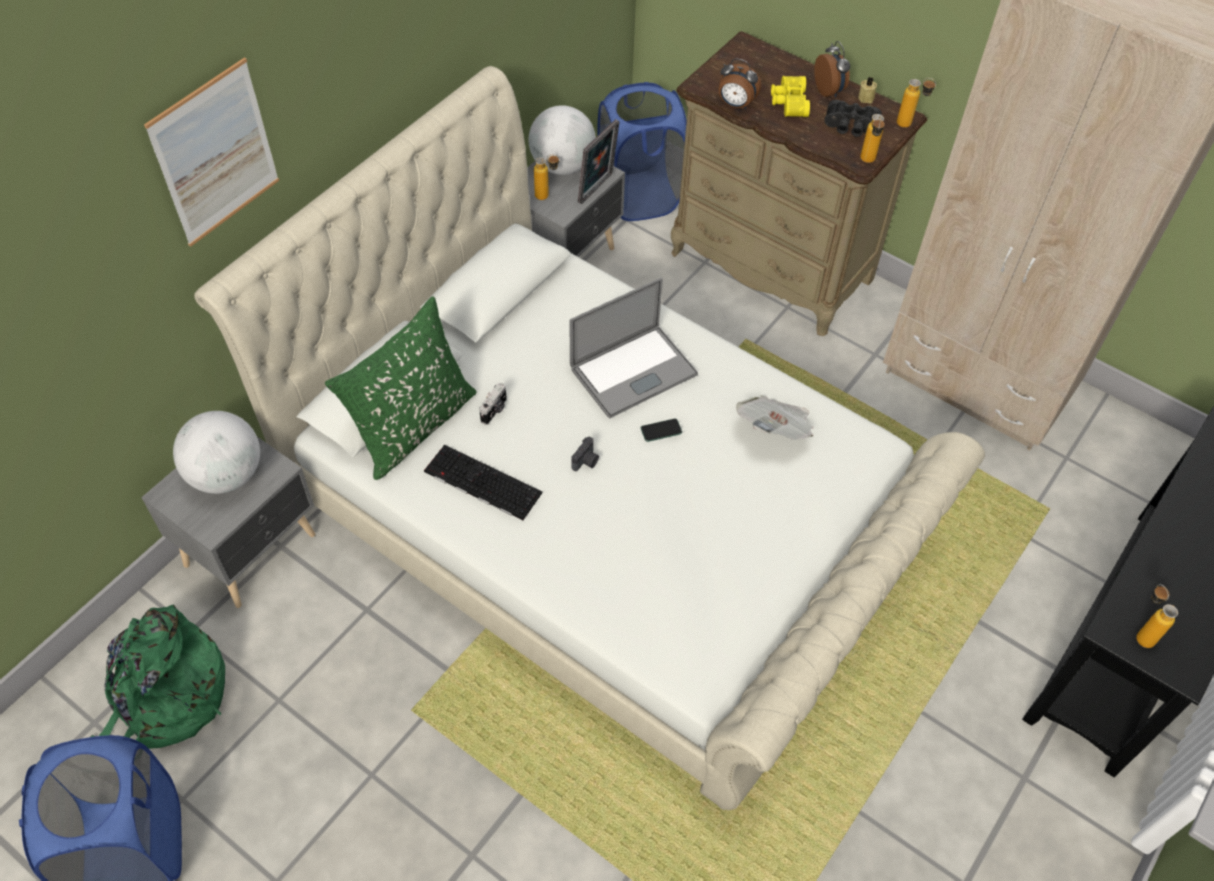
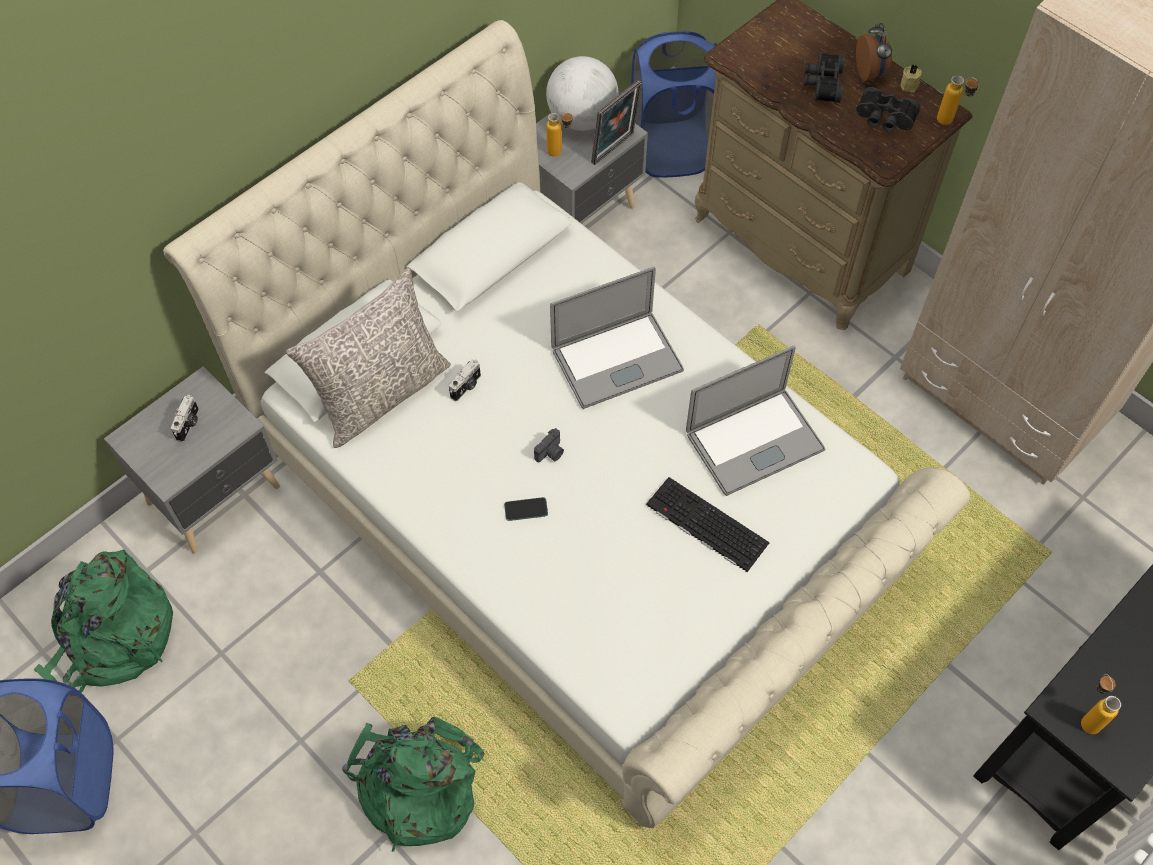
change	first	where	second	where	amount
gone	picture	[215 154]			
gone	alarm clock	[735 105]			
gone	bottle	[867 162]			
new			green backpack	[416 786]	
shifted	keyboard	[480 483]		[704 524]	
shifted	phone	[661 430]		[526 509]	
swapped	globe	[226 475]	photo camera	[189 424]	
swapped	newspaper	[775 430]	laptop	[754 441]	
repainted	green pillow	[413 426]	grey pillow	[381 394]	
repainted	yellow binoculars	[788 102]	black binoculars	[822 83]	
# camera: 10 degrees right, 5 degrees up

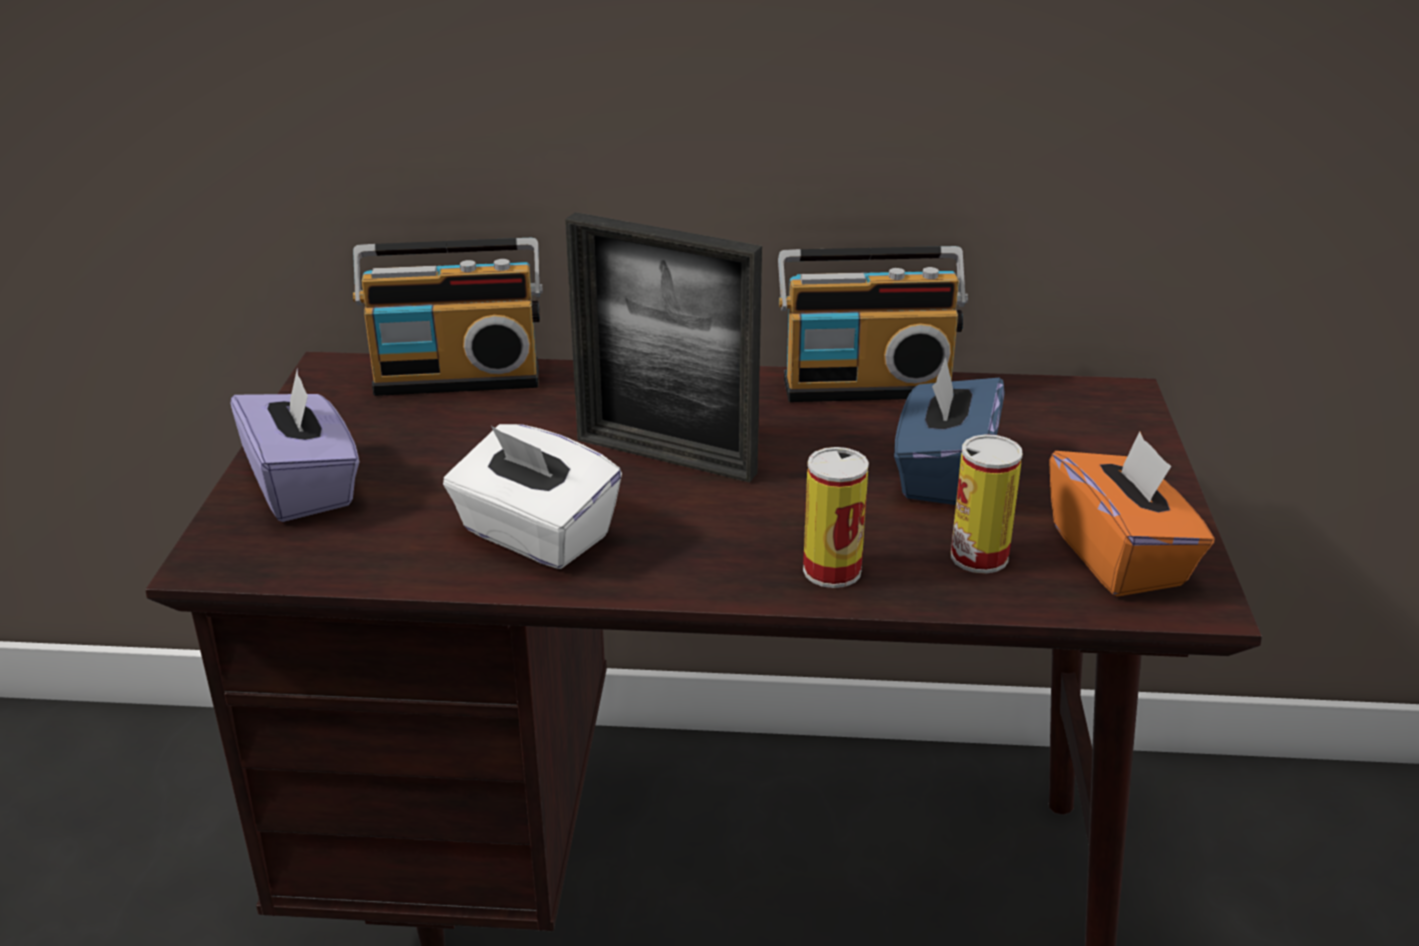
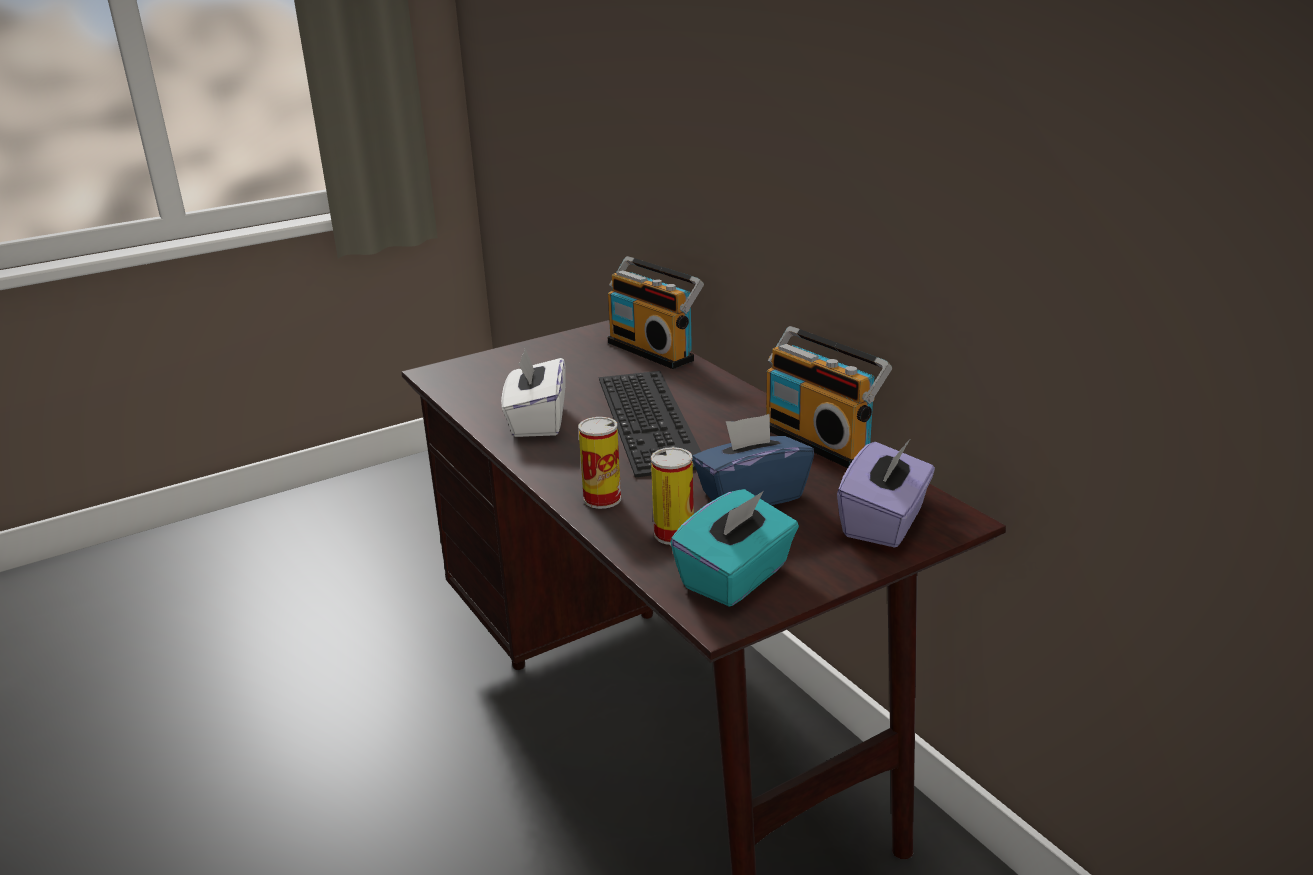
change	first	where	second	where	amount
shifted	purple tissue box	[304 486]		[885 522]	
swapped	picture frame	[665 456]	keyboard	[653 421]	
repainted	orange tissue box	[1119 557]	turquoise tissue box	[736 577]	
# camera: 55 degrees right, 5 degrees down

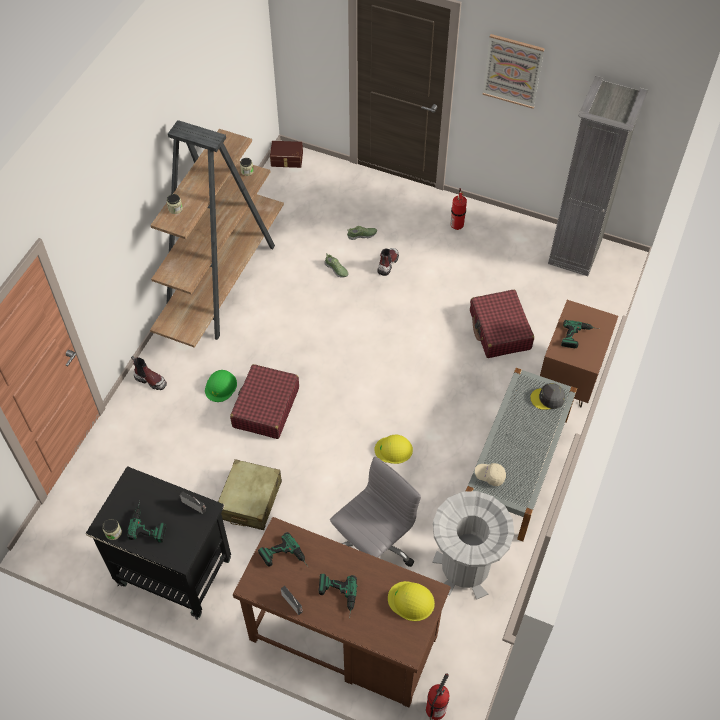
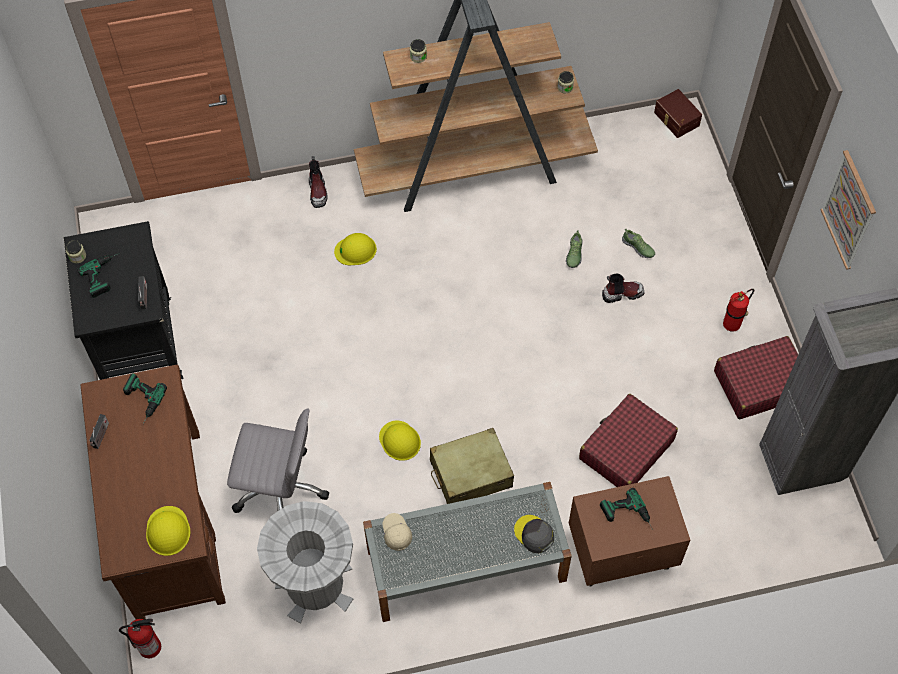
change	first	where	second	where	amount
gone	power drill	[337 598]			
shifted	beige suitcase	[250 500]		[470 473]	
shifted	red suitcase	[265 407]		[760 384]	
repainted	green hard hat	[221 386]	yellow hard hat	[355 250]	
# camera: 55 degrees right, 5 degrees up

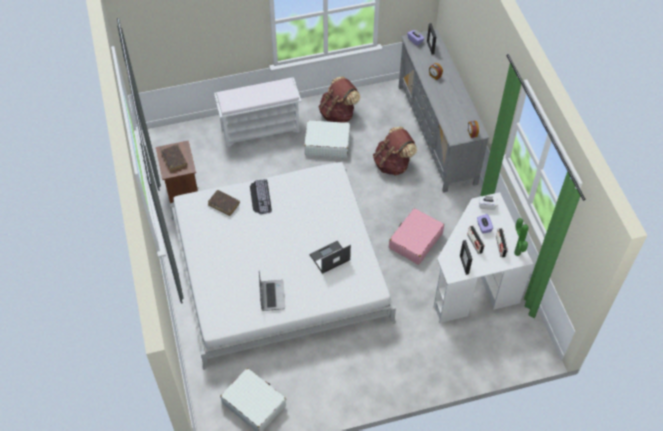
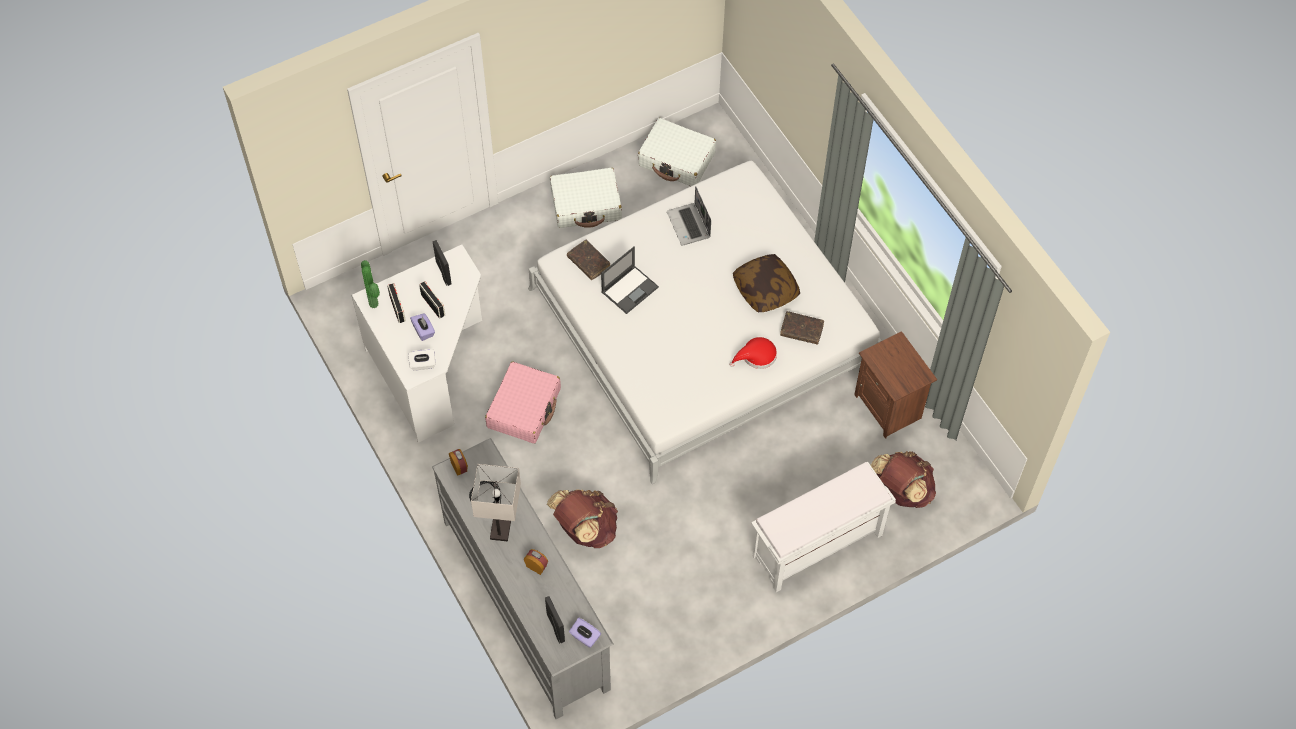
change	first	where	second	where	amount
new			table lamp	[495 514]	
new			pillow	[765 289]	
shifted	brown book	[174 160]		[588 262]	
shifted	white suitcase	[327 143]		[586 205]	
shifted	brown backpack	[338 114]		[900 491]	
swapped	keyboard	[260 196]	red hat	[756 356]	
# camera: 165 degrees right, 5 degrees up

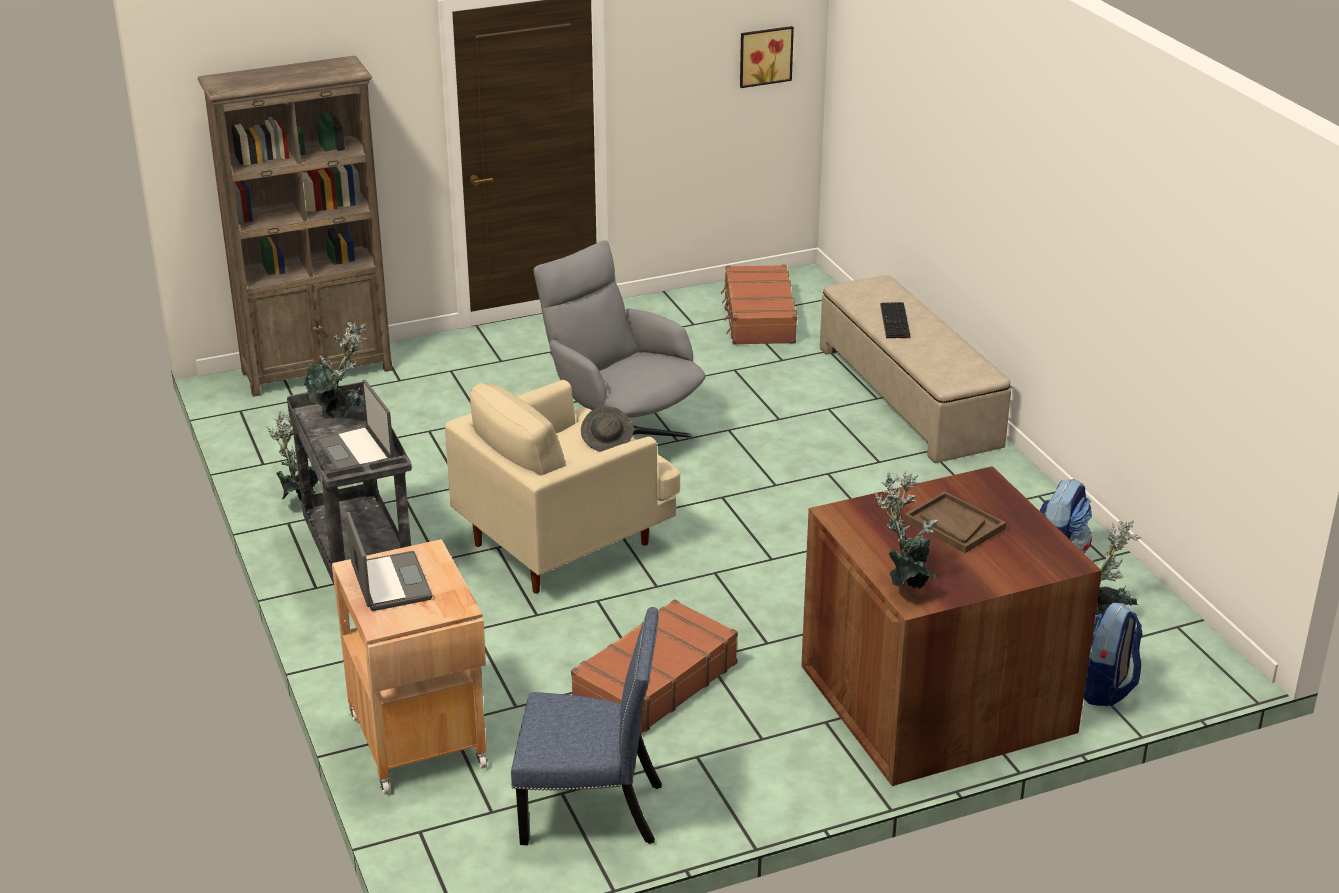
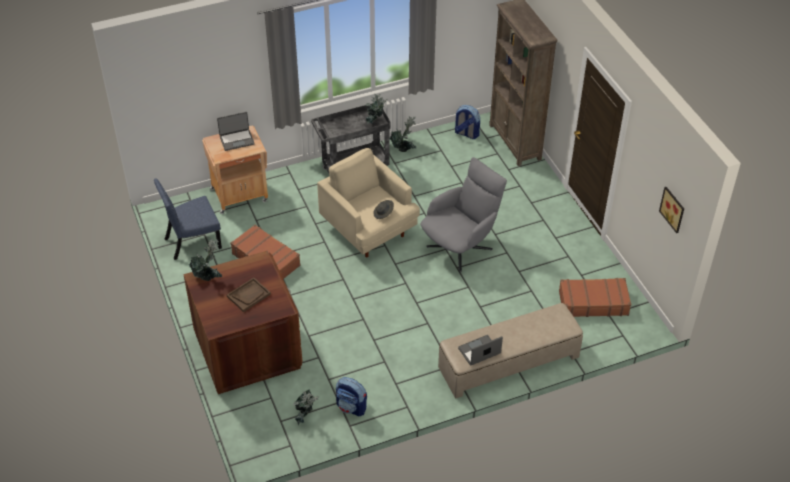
change	first	where	second	where	amount
gone	keyboard	[896 321]			
shifted	laptop	[357 452]		[479 352]	
shifted	backpack	[1105 688]		[466 133]	
rotated	blue chair	[589 810]		[193 242]	60 degrees clockwise
# camera: 90 degrees right, 15 degrees up

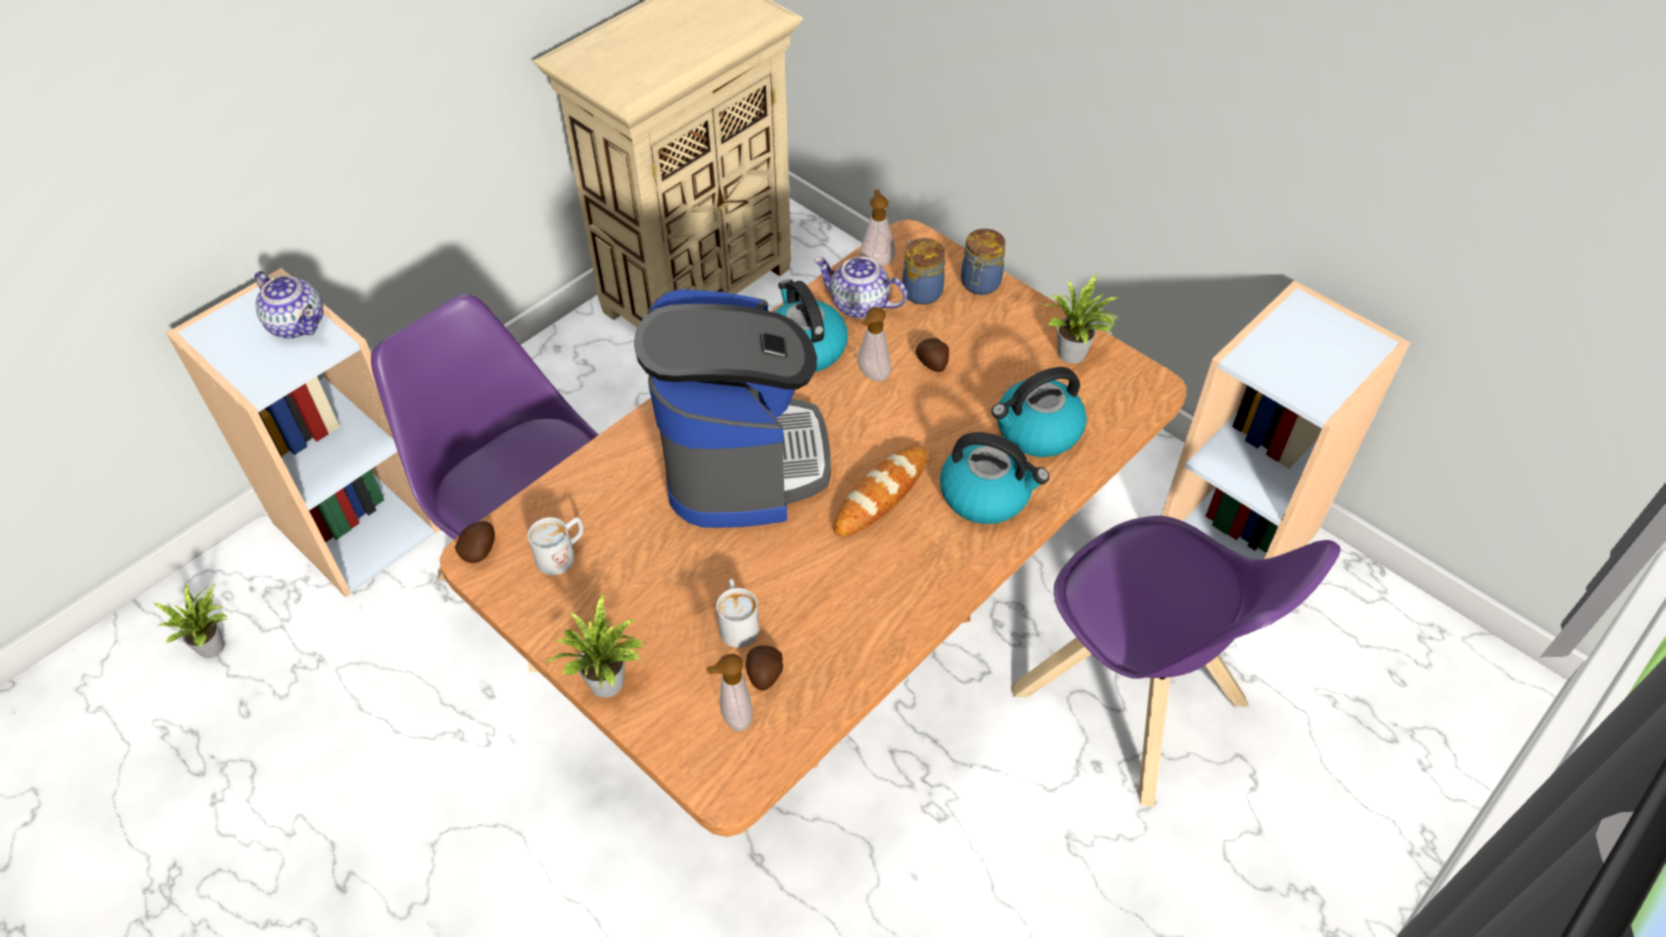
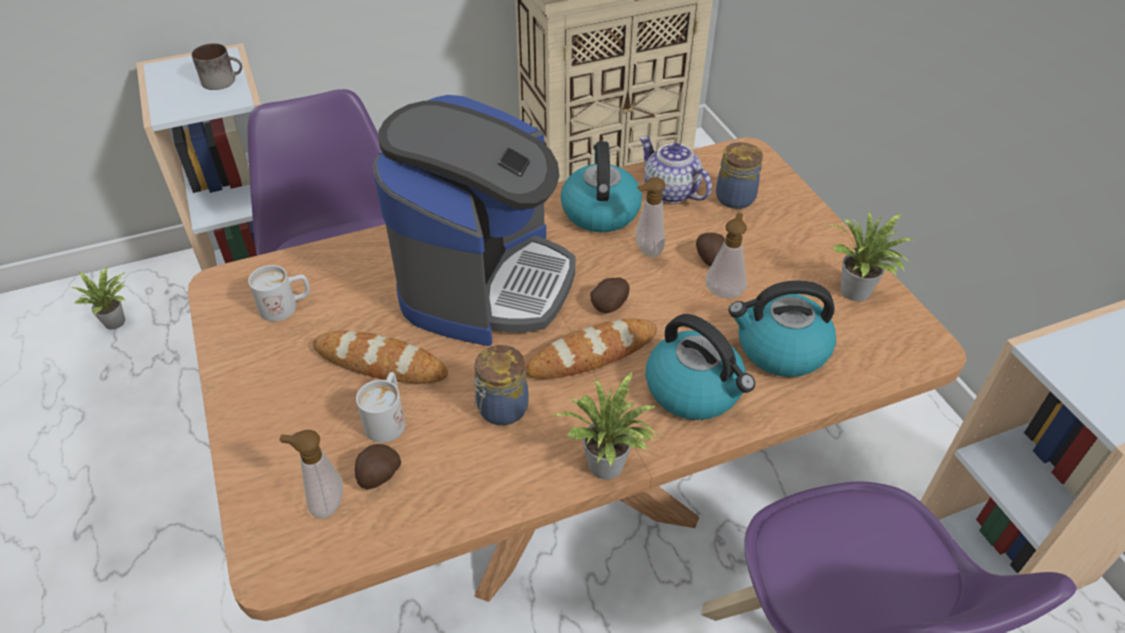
change	first	where	second	where	amount
new			bread	[380 362]	
shifted	potato	[480 550]		[610 305]	
shifted	potted plant	[610 685]		[608 468]	
shifted	soap dispenser	[876 261]		[724 291]	
shifted	jar	[980 284]		[501 409]	
swapped	teapot	[297 323]	mug	[223 80]	
# camera: 25 degrees right, 5 degrees down

